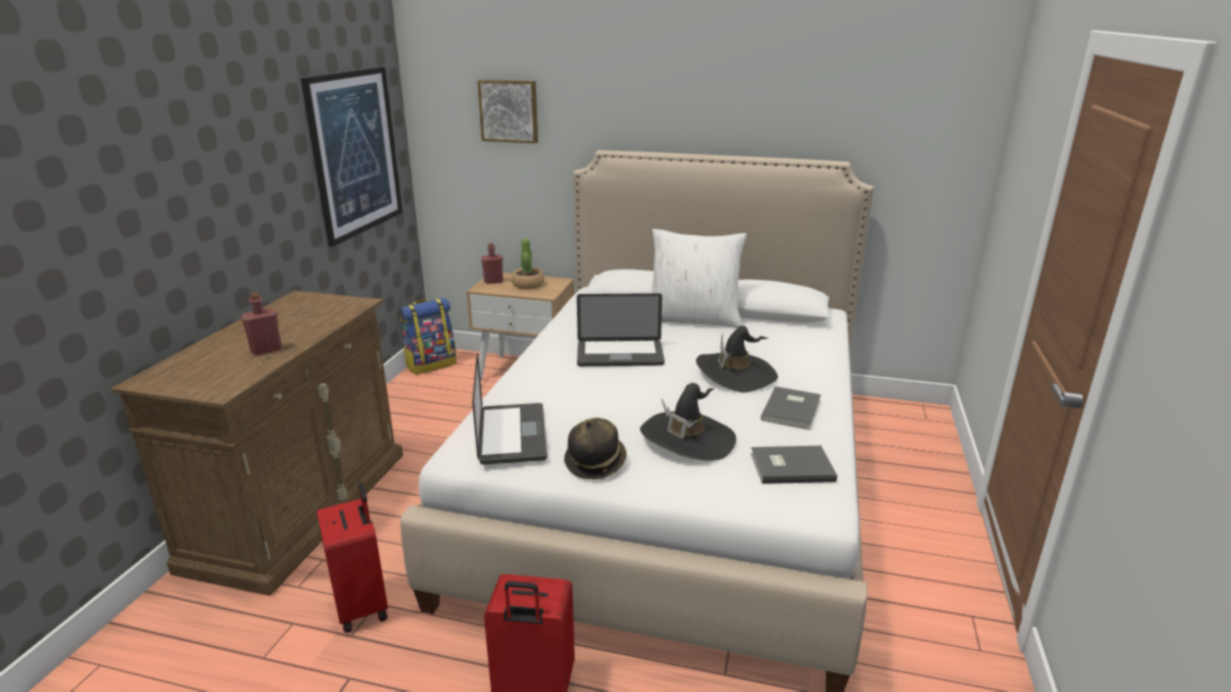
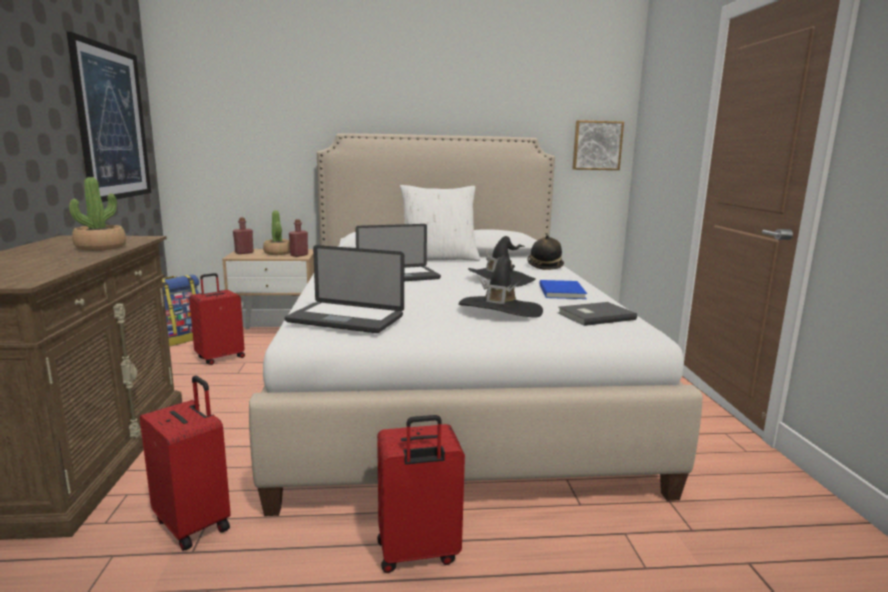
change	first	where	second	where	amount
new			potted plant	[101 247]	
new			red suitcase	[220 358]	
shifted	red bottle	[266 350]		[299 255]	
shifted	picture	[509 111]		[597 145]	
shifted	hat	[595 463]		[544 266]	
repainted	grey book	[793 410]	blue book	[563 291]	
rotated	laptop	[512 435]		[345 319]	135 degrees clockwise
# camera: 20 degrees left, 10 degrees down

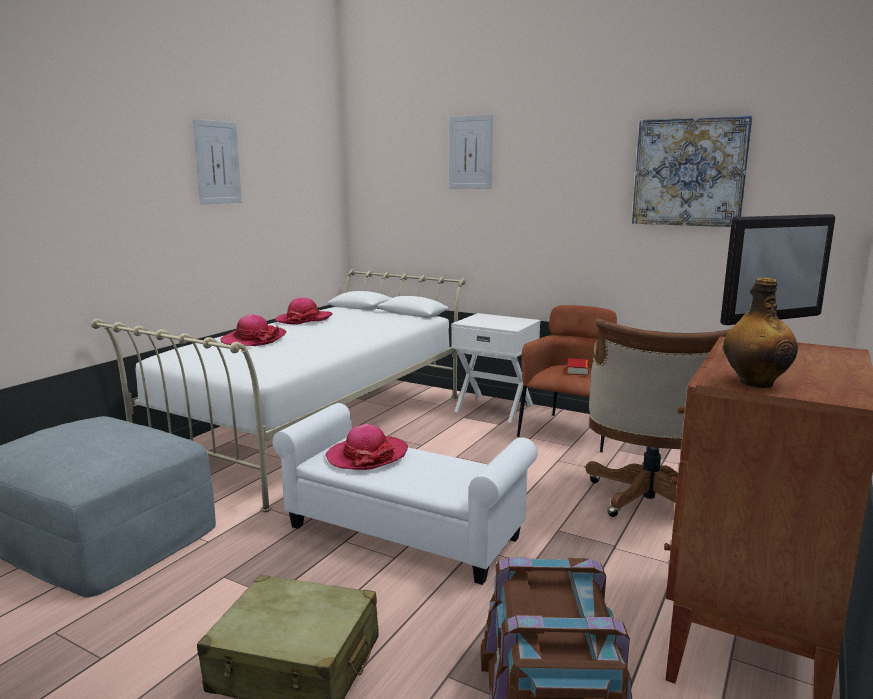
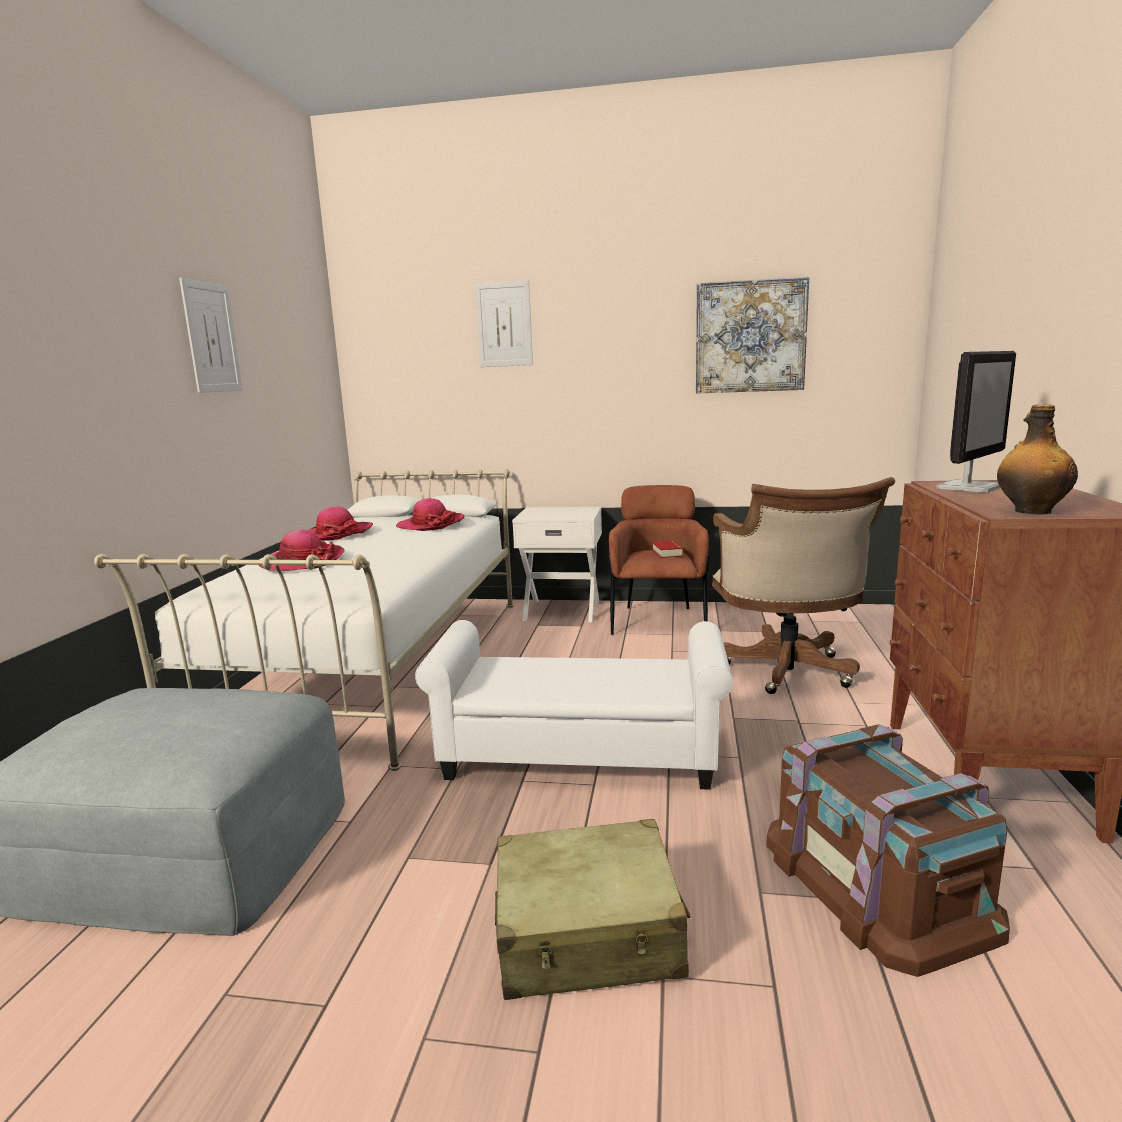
change	first	where	second	where	amount
shifted	hat	[367 456]		[431 524]	
# camera: 20 degrees left, 0 degrees up

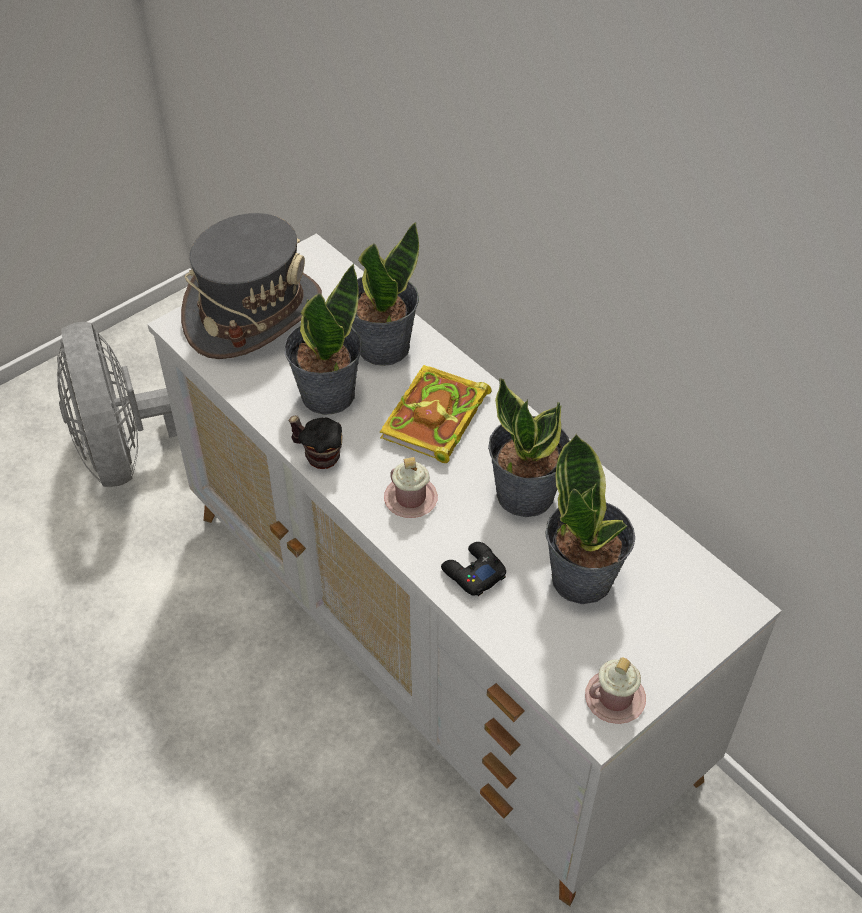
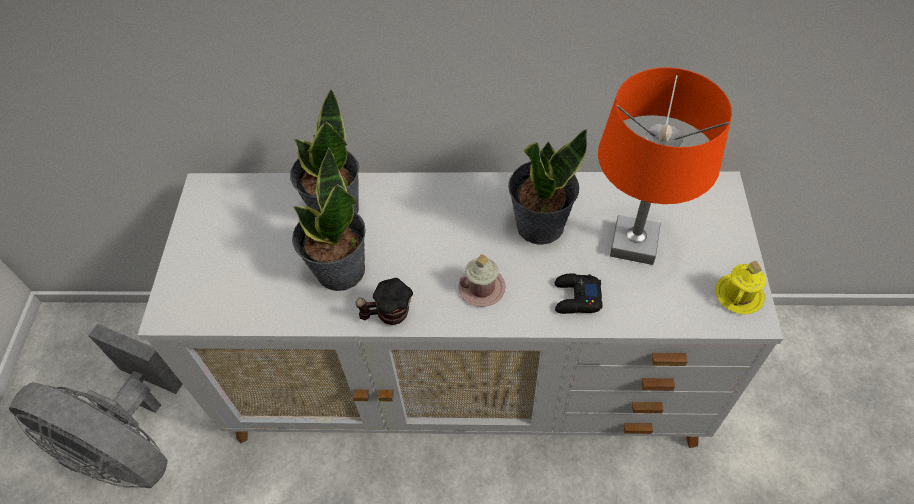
change	first	where	second	where	amount
gone	grey hat	[253 313]			
gone	book	[435 420]			
swapped	potted plant	[583 578]	orange table lamp	[634 244]	
repainted	pink mug	[615 698]	yellow mug	[739 295]	
# camera: 45 degrees left, 5 degrees up

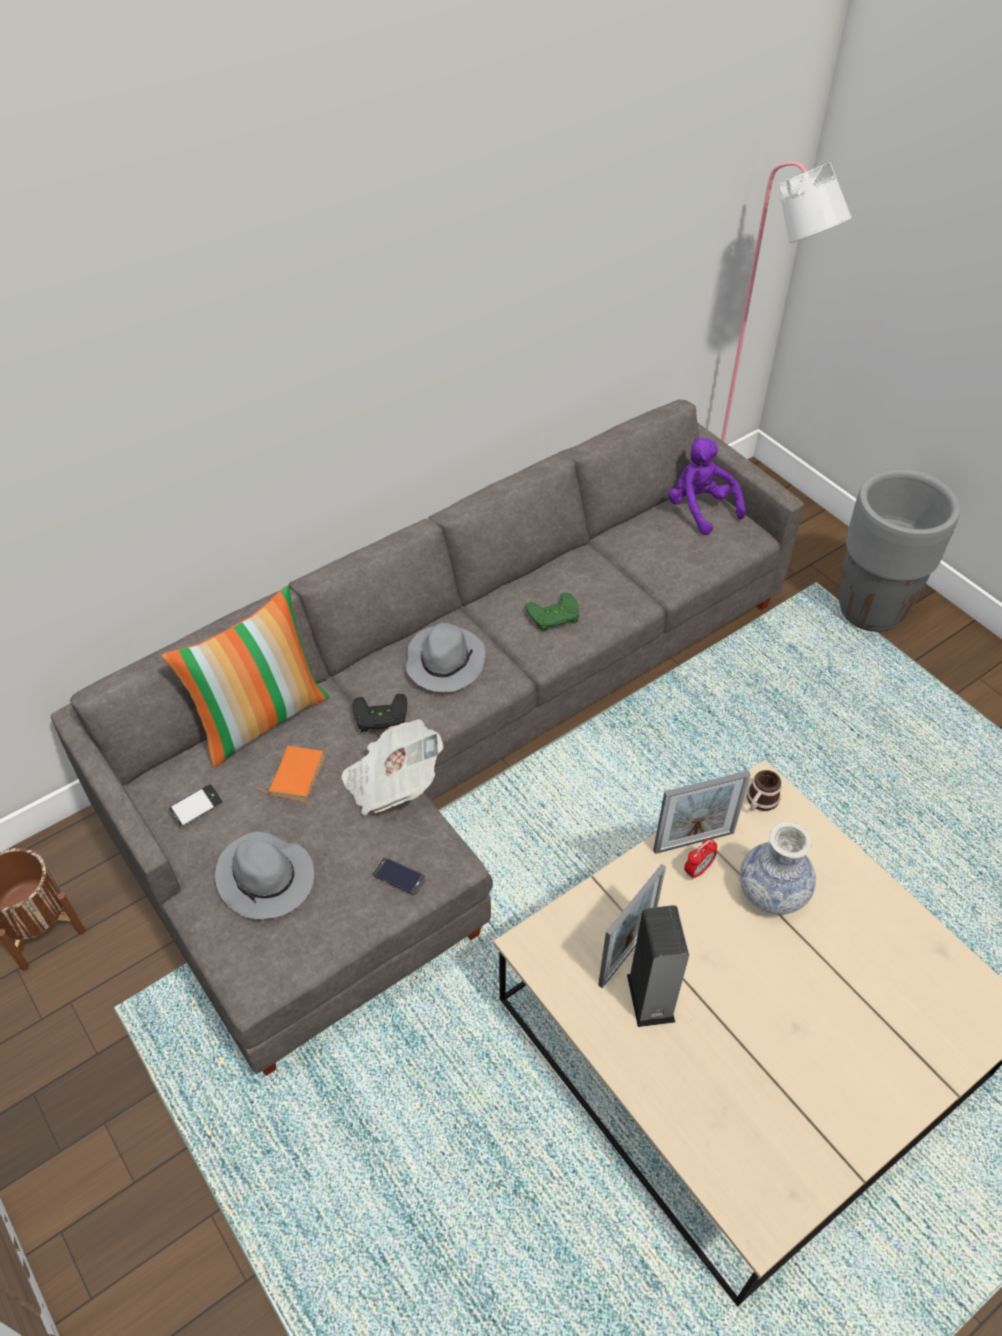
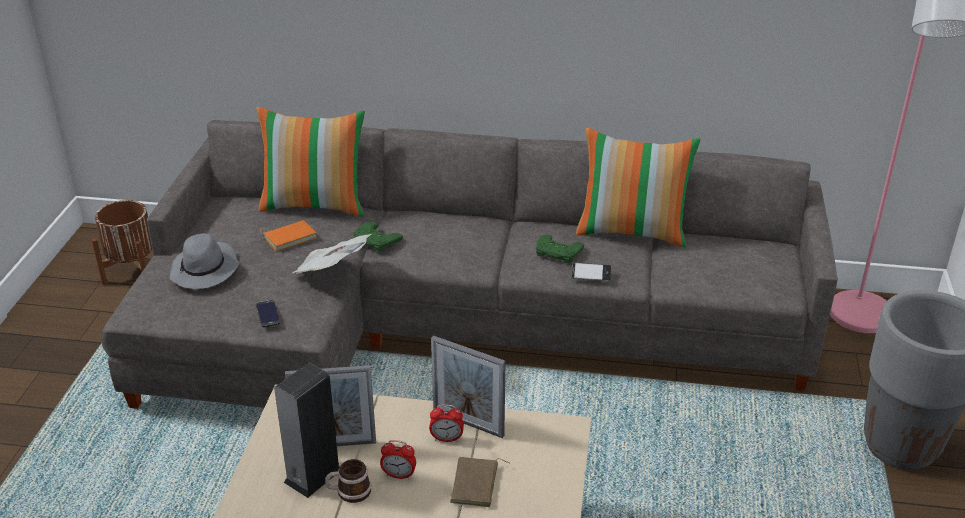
change	first	where	second	where	amount
gone	grey hat	[445 661]			
gone	purple plush toy	[700 509]			
new			alarm clock	[399 475]	
new			pillow	[632 231]	
shifted	phone	[196 808]		[591 275]	
shifted	mug	[760 801]		[349 492]	
swapped	vase	[772 892]	brown book	[476 485]	
repainted	black game controller	[380 718]	green game controller	[374 241]	
# camera: 45 degrees right, 15 degrees down

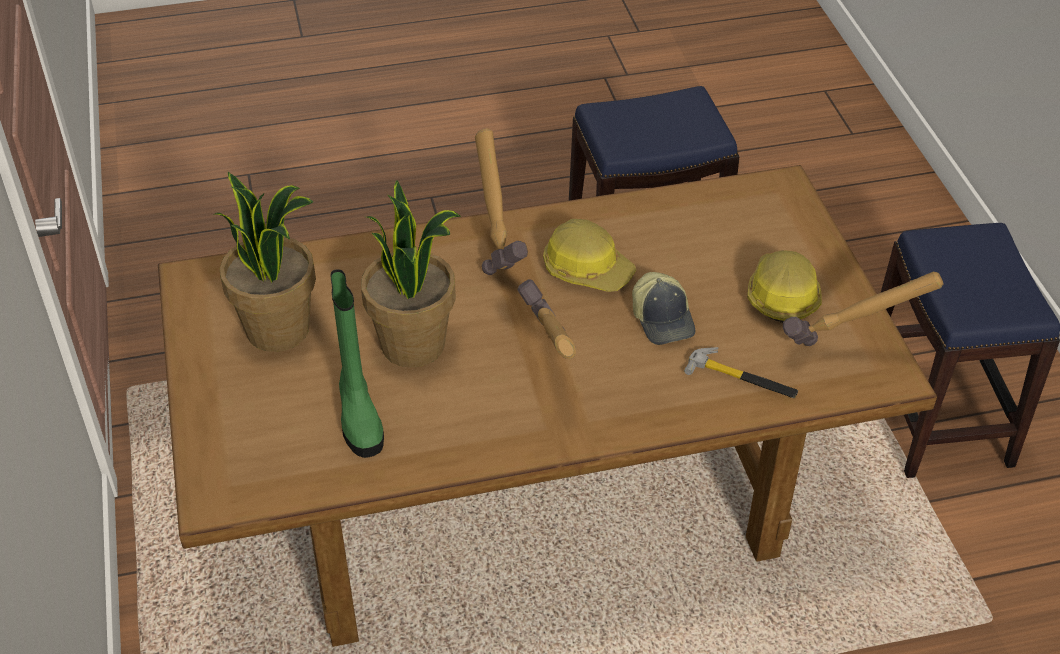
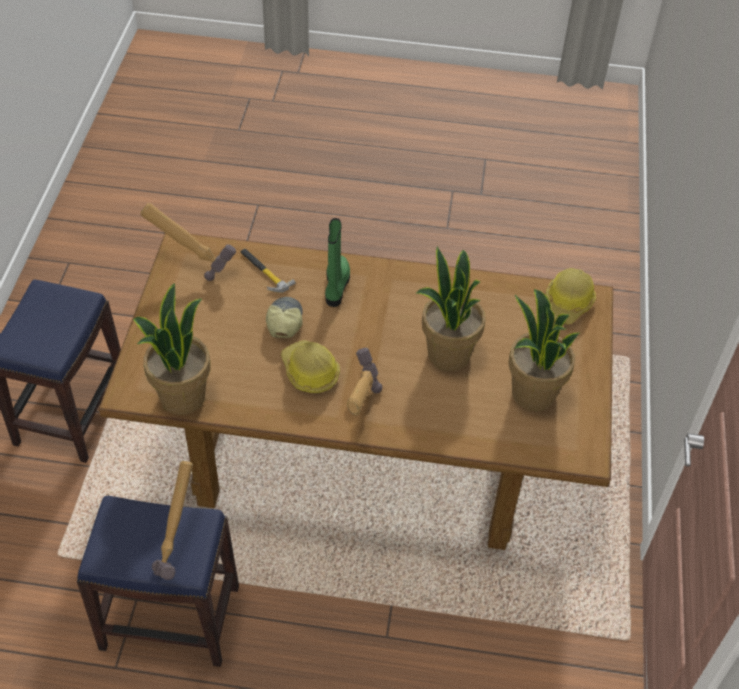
change	first	where	second	where	amount
new			potted plant	[182 396]	
shifted	green boot	[359 416]		[336 286]	
shifted	hammer	[545 368]		[181 546]	
shifted	hard hat	[781 294]		[567 303]	
# camera: 160 degrees left, 5 degrees up

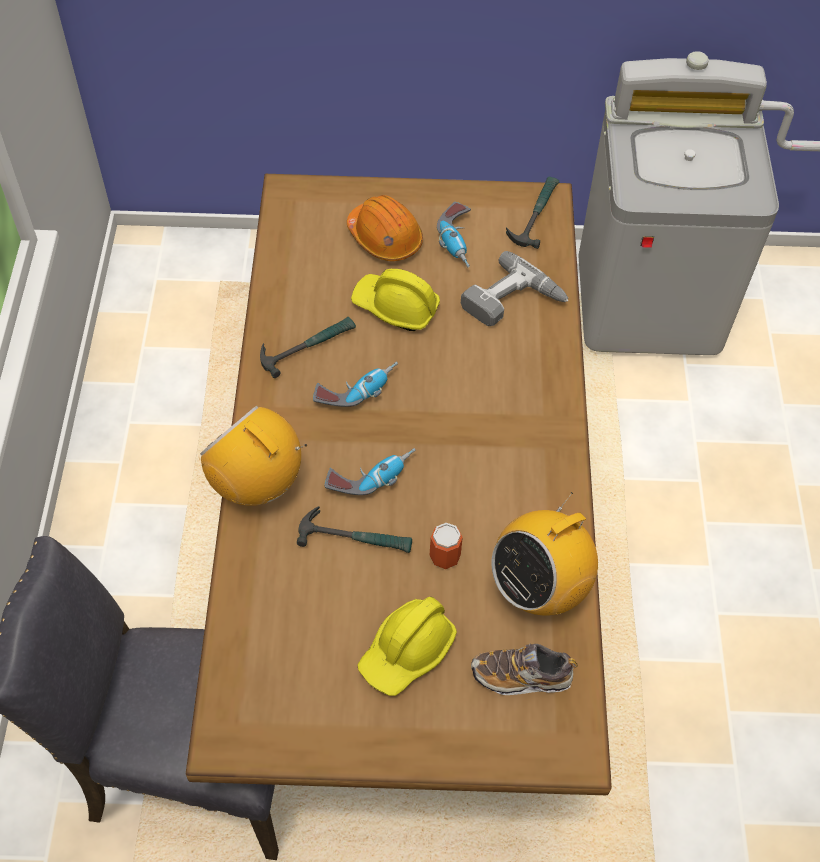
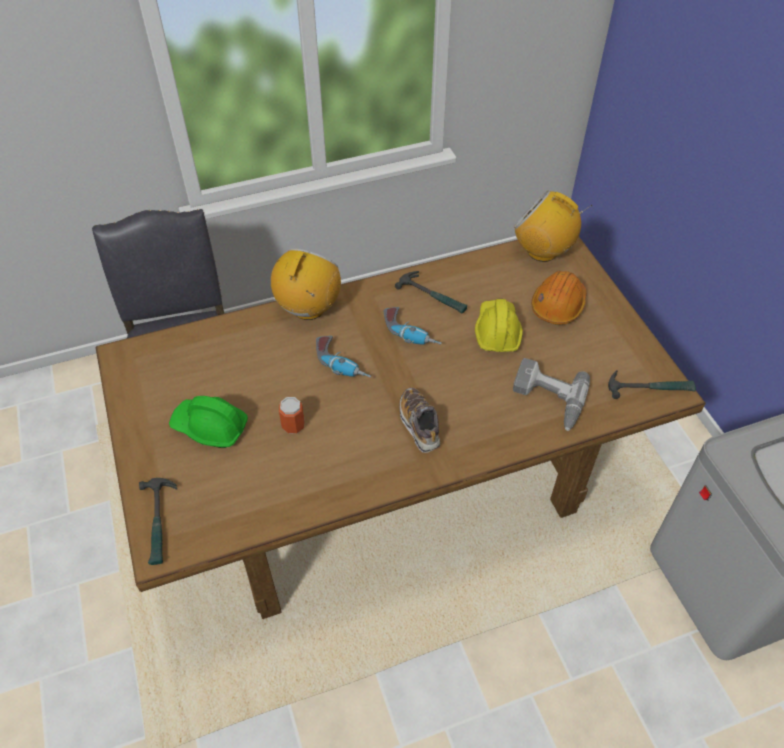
change	first	where	second	where	amount
gone	power drill	[459 241]			
shifted	hammer	[355 537]		[159 522]	
shifted	shoe	[521 676]		[419 425]	
shifted	radio	[539 587]		[543 251]	
repainted	yellow hard hat	[407 651]	green hard hat	[210 427]	
# camera: 70 degrees right, 5 degrees down

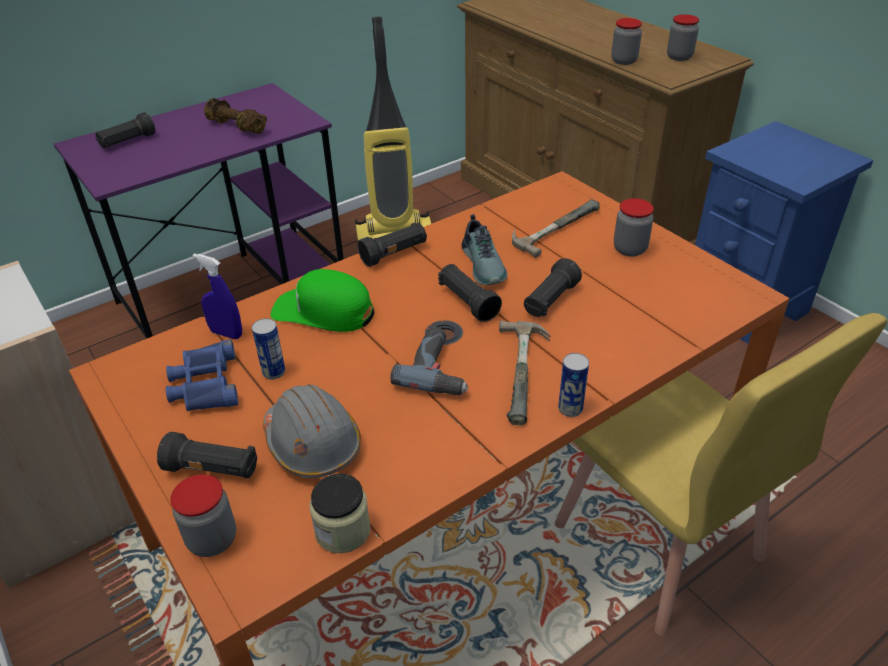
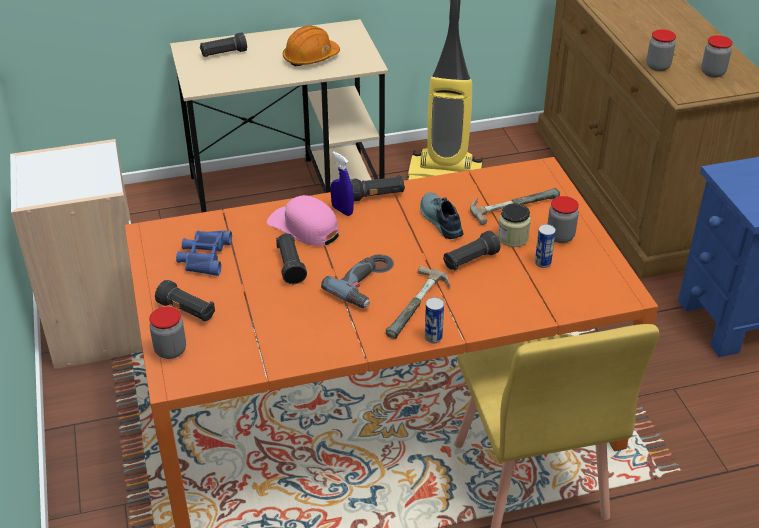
change	first	where	second	where	amount
gone	grey hard hat	[312 443]			
shifted	blue spray bottle	[226 333]		[342 210]	
shifted	can	[273 372]		[542 263]	
shifted	jar	[343 530]		[512 238]	
shifted	black flashlight	[467 302]		[290 266]	
swapped	brown dumbbell	[236 127]	orange hard hat	[310 58]	
repainted	purple desk	[234 291]	beige desk	[287 191]	
repainted	green cap	[323 311]	pink cap	[304 227]	
rotated	shoe	[485 264]		[439 221]	150 degrees clockwise
# camera: 20 degrees right, 0 degrees up

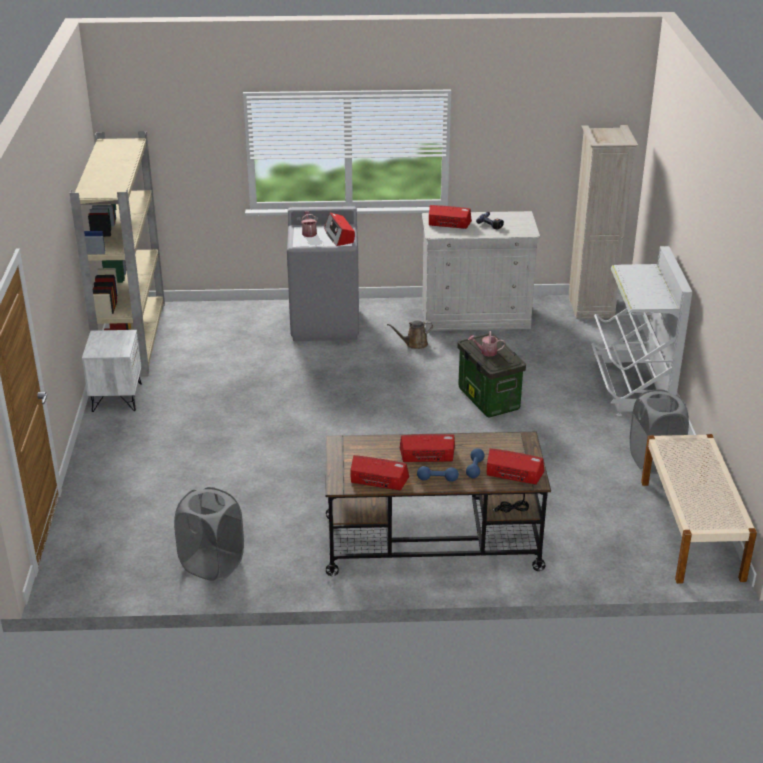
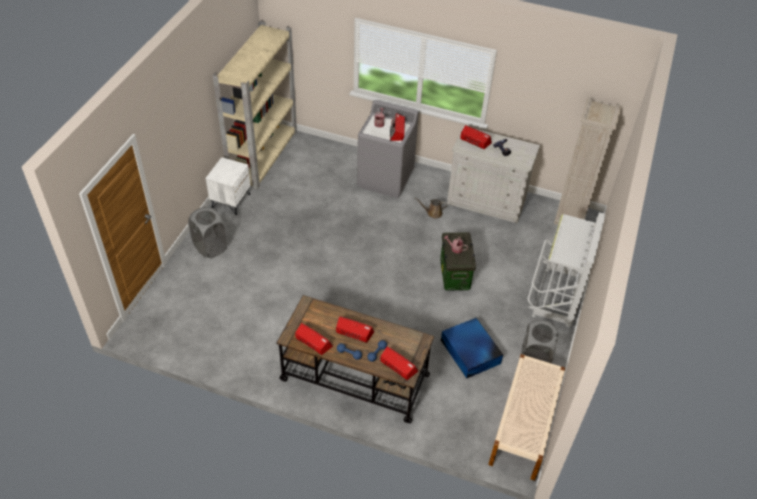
change	first	where	second	where	amount
new			blue storage box	[470 352]	
shifted	grey laundry basket	[212 564]		[210 247]	
# camera: 20 degrees right, 15 degrees up

